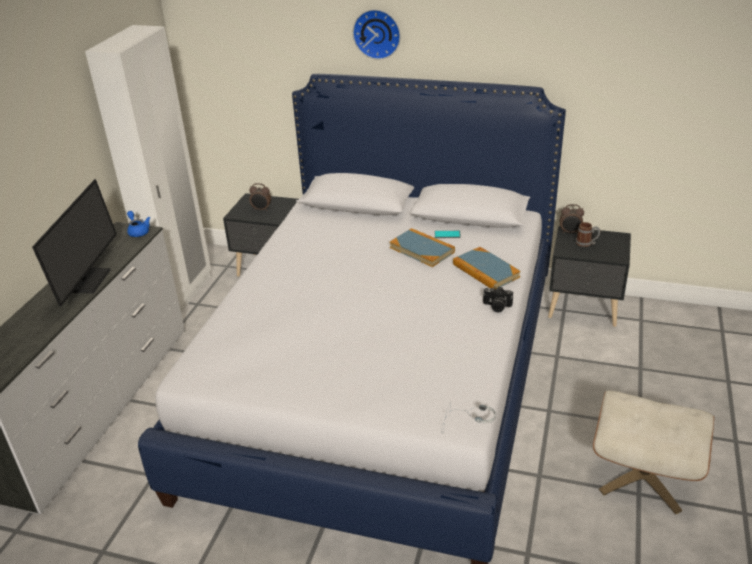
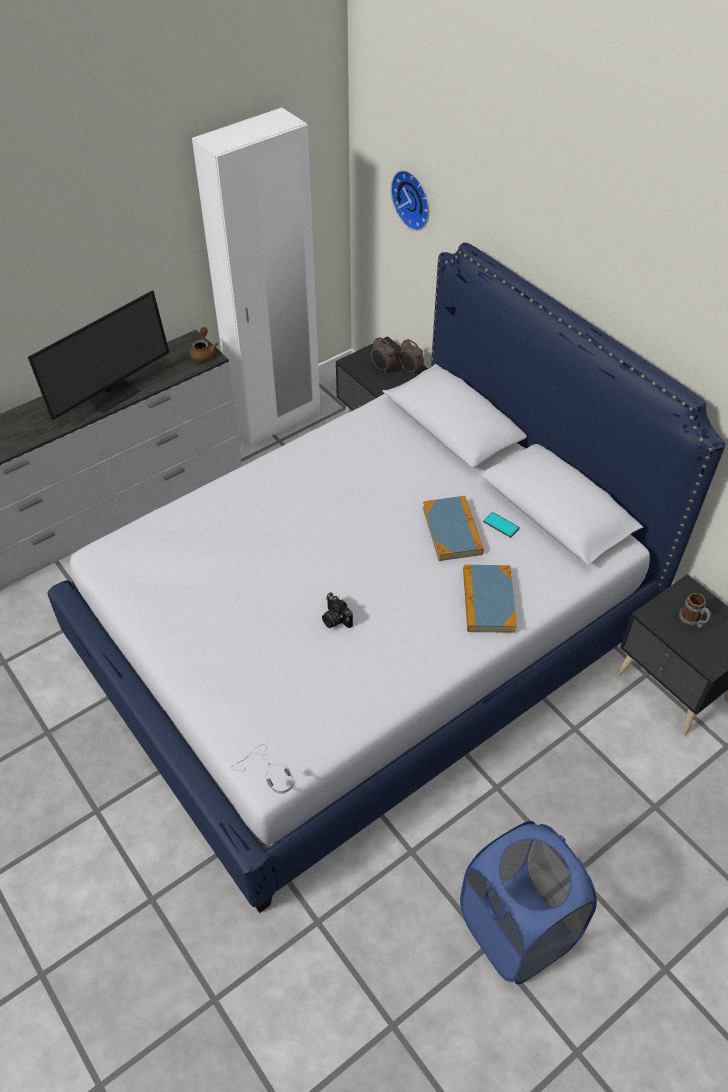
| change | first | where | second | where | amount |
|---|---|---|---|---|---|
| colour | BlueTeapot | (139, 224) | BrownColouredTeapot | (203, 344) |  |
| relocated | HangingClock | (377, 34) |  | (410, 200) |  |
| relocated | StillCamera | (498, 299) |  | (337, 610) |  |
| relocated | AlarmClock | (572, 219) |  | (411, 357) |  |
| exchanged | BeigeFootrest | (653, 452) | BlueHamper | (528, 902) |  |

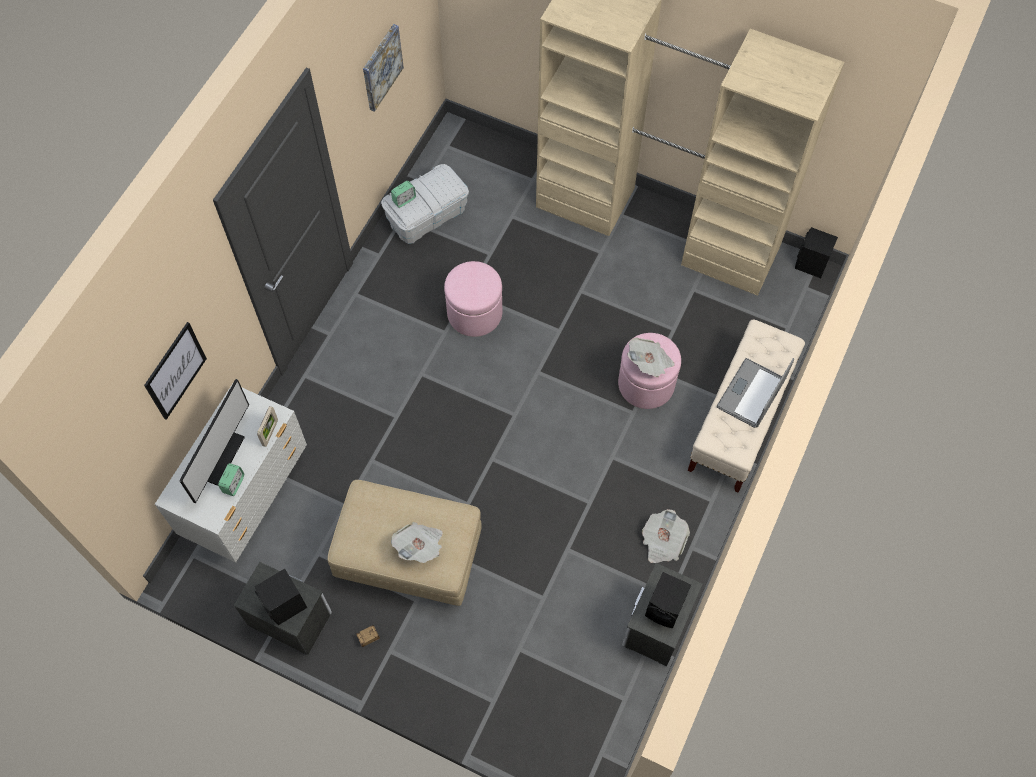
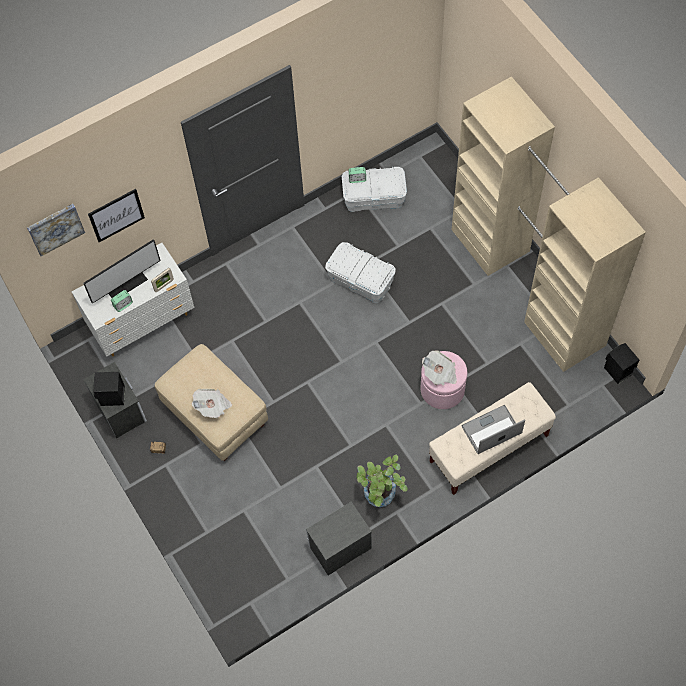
| change | first | where | second | where | amount |
|---|---|---|---|---|---|
| relocated | WallPicture | (383, 68) |  | (56, 230) |  |
| exchanged | PinkColouredFootrest | (473, 299) | WhiteColouredStorageContainer | (360, 272) |  |
| exchanged | DailyPaper | (666, 536) | PlantInAPot | (382, 481) |  |
| missing | BlackColouredAudioSpeaker | (668, 600) |  |  |  |

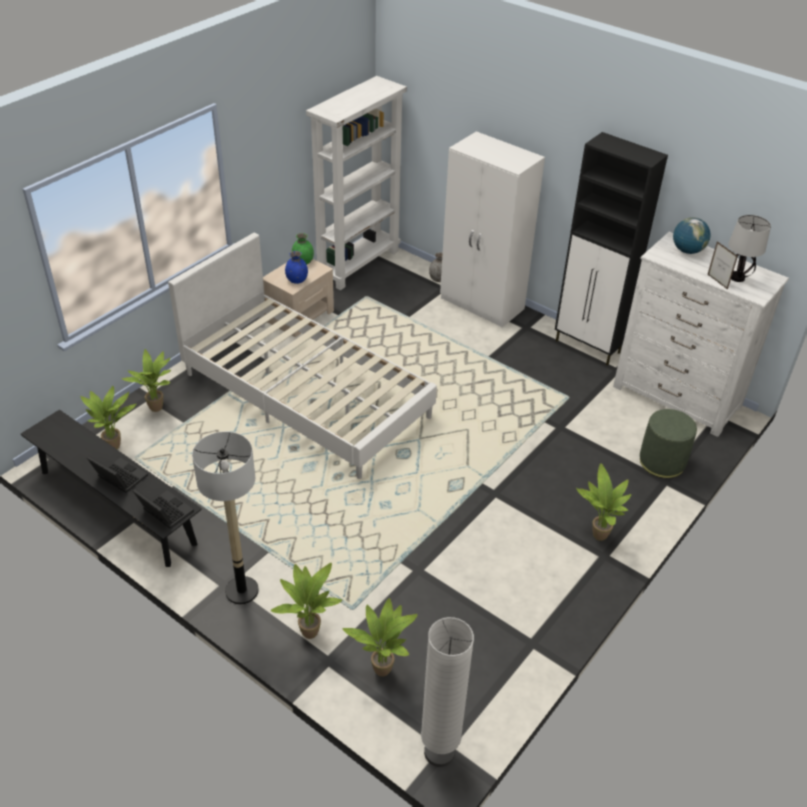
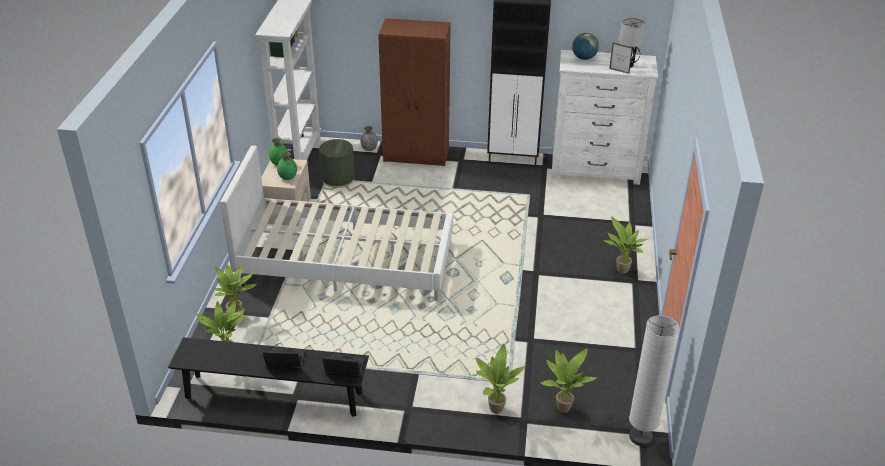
| change | first | where | second | where | amount |
|---|---|---|---|---|---|
| missing | FloorLamp | (225, 518) |  |  |  |
| colour | BlueVase | (296, 267) | GreenishVase | (287, 166) |  |
| colour | WhiteColouredWardrobe | (492, 229) | BrownColouredWardrobe | (414, 92) |  |
| relocated | GreenishFootrest | (668, 443) |  | (337, 163) |  |

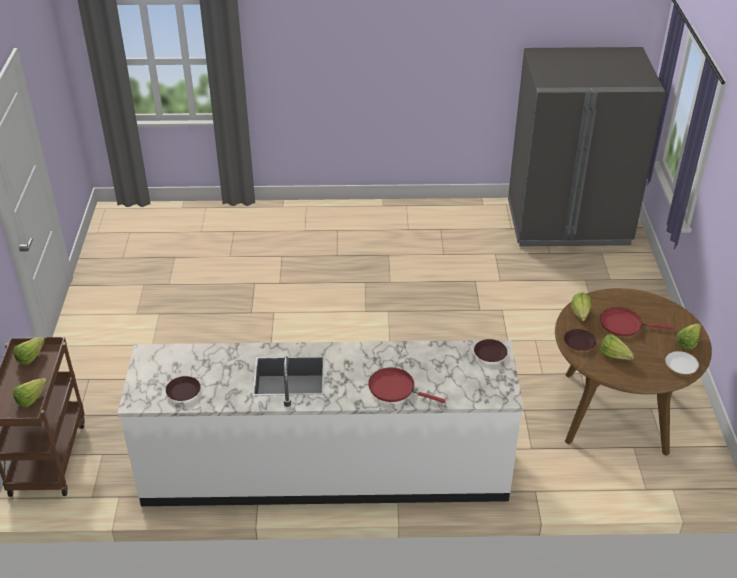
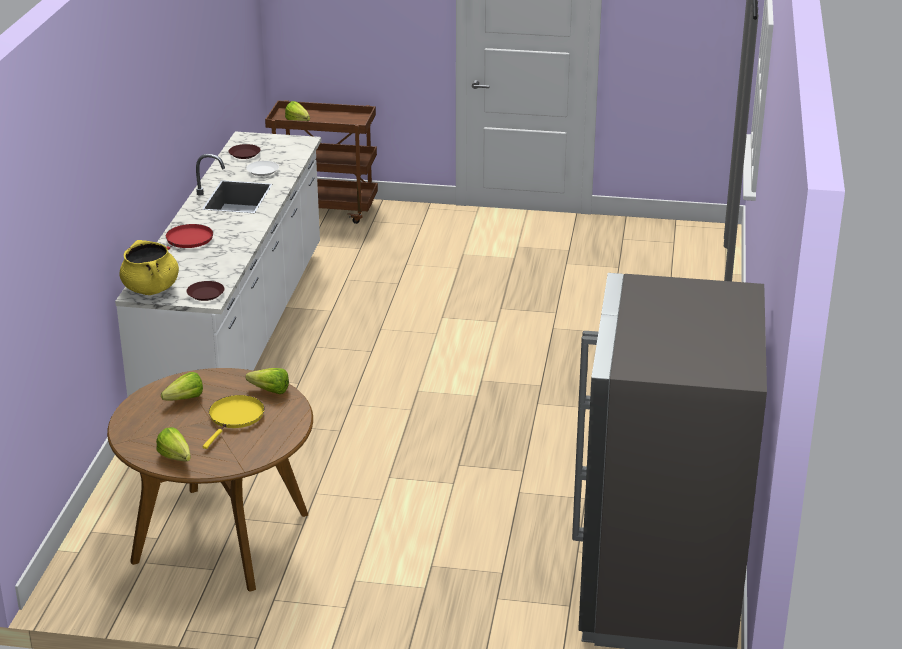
| change | first | where | second | where | amount |
|---|---|---|---|---|---|
| missing | HeadOfLettuce | (29, 351) |  |  |  |
| missing | BrownColouredPlate | (580, 340) |  |  |  |
| colour | ReddishPan | (637, 321) | YellowPan | (233, 422) |  |
| relocated | WhiteColouredPlate | (682, 362) |  | (262, 168) |  |
| appeared |  |  | YellowStockpot | (149, 267) |  |

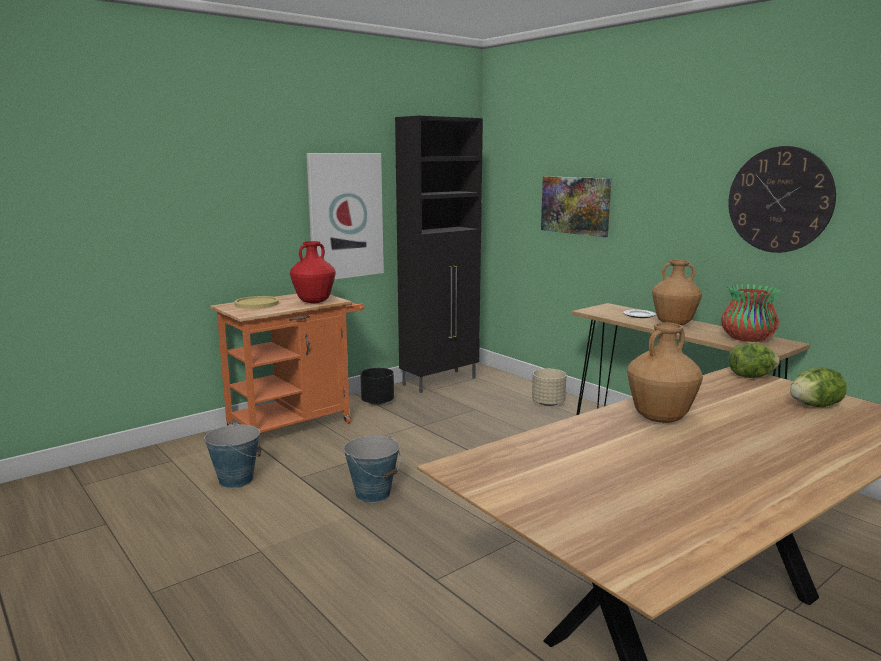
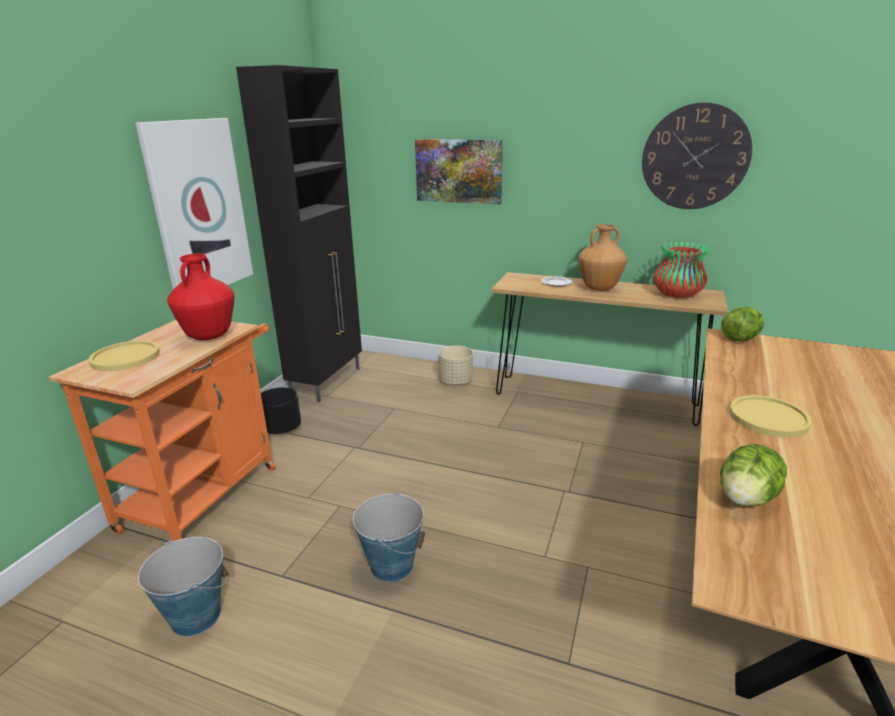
| change | first | where | second | where | amount |
|---|---|---|---|---|---|
| exchanged | BrownColouredVase | (665, 372) | YellowPlate | (770, 416) |  |
| relocated | HeadOfLettuce | (818, 387) |  | (753, 475) |  |

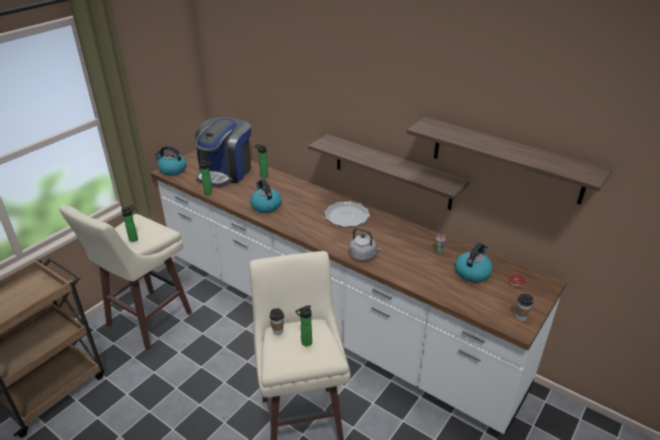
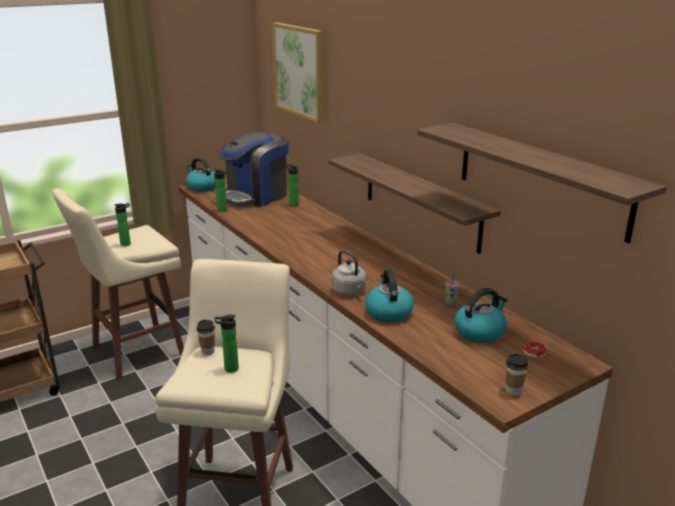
| change | first | where | second | where | amount |
|---|---|---|---|---|---|
| relocated | WaterKettle | (265, 196) |  | (389, 295) |  |
| missing | Plate | (347, 214) |  |  |  |
| appeared |  |  | WallPicture | (298, 72) |  |

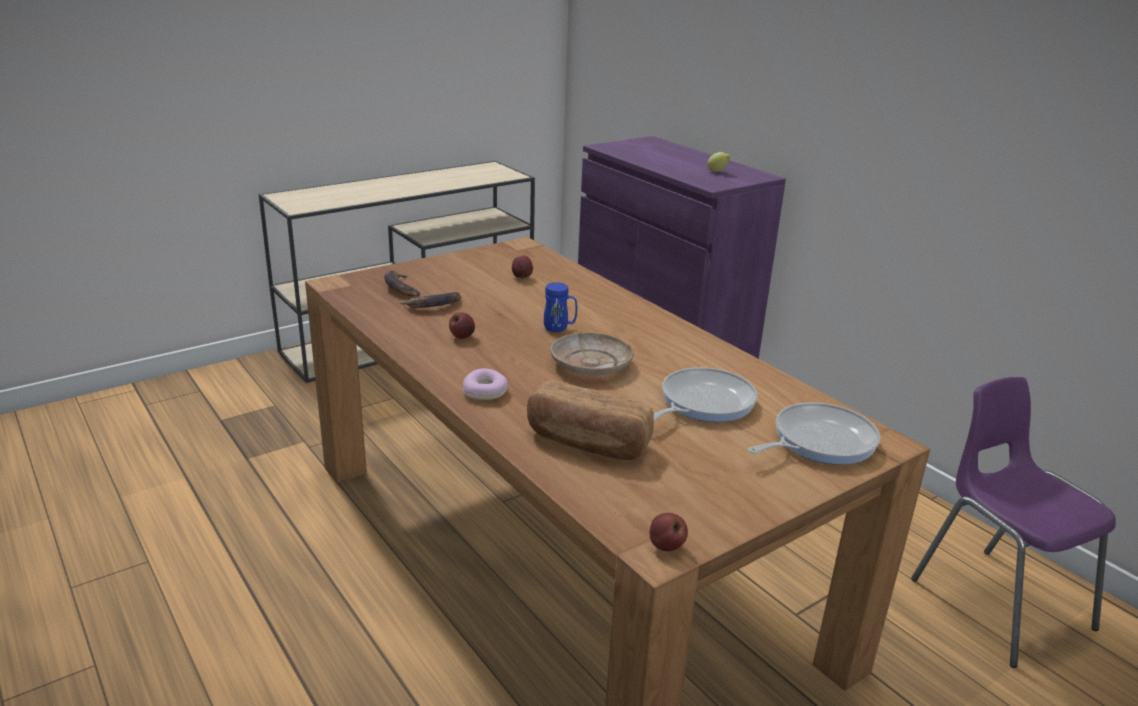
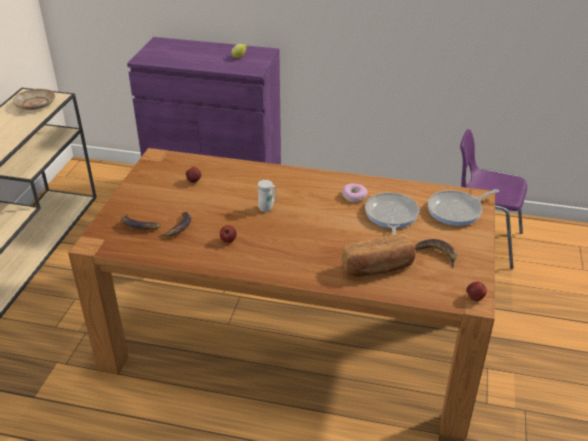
| change | first | where | second | where | amount |
|---|---|---|---|---|---|
| relocated | Doughnut | (485, 384) |  | (355, 193) |  |
| colour | BlueCoffeeMug | (560, 307) | WhiteColouredCoffeeMug | (267, 196) |  |
| relocated | BeigePlate | (592, 354) |  | (34, 99) |  |
| spun | Pan | (814, 433) |  | (463, 207) | 135 degrees counterclockwise |
| appeared |  |  | WholeBanana | (436, 253) |  |

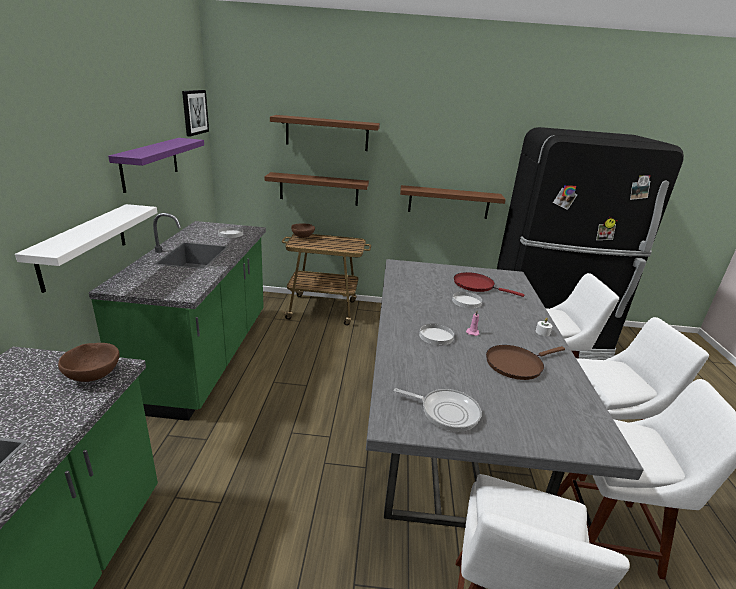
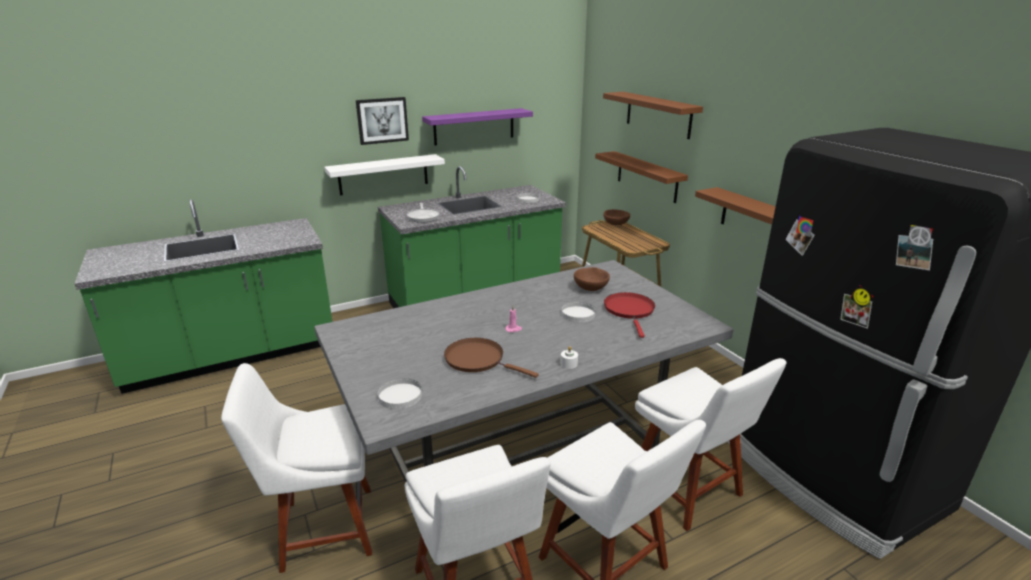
| change | first | where | second | where | amount |
|---|---|---|---|---|---|
| relocated | BrownColouredServingBowl | (89, 362) |  | (592, 279) |  |
| relocated | WallPicture | (195, 113) |  | (382, 121) |  |
| relocated | Pan | (438, 410) |  | (423, 213) |  |
| relocated | WhiteColouredPlate | (436, 334) |  | (400, 393) |  |

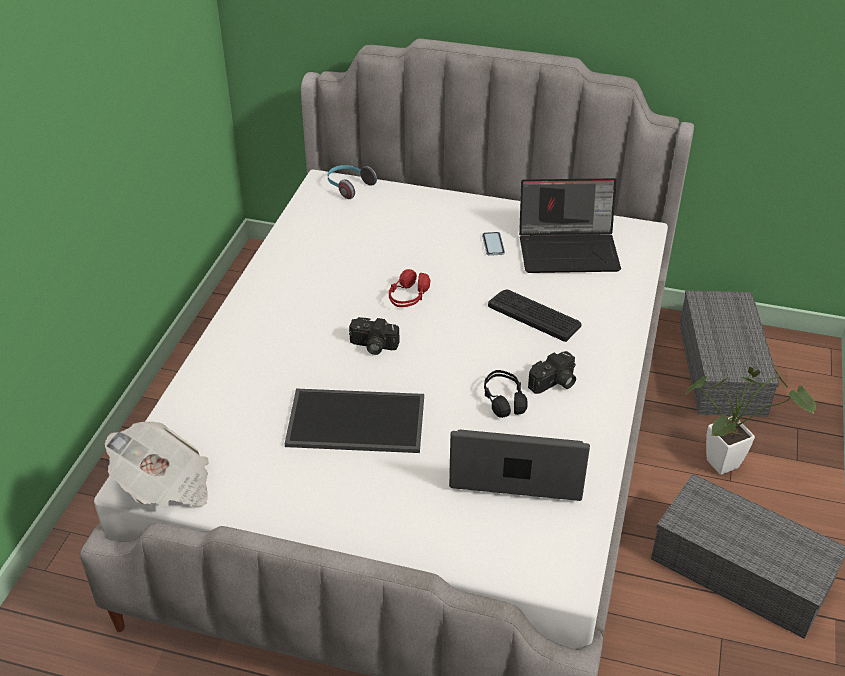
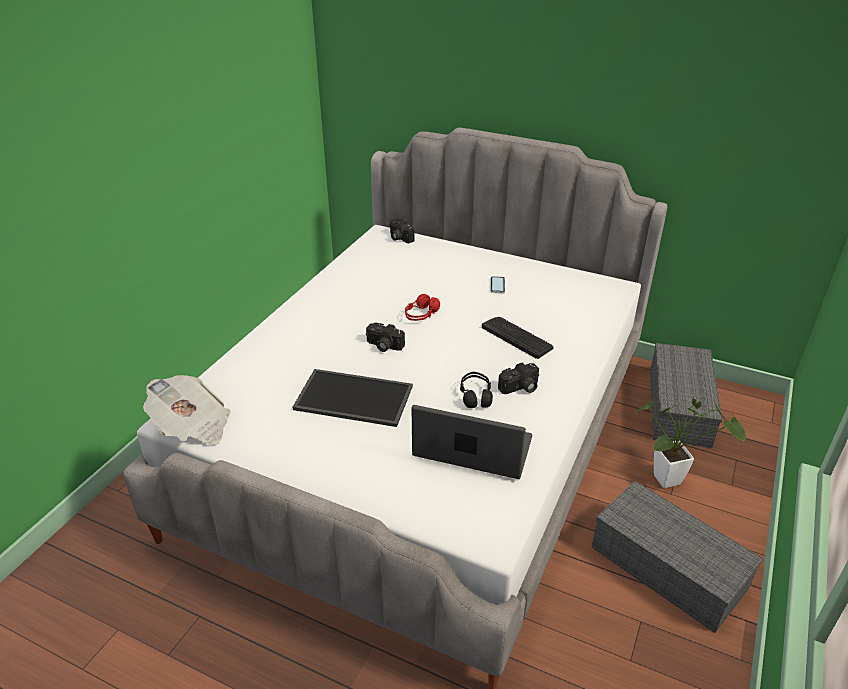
| change | first | where | second | where | amount |
|---|---|---|---|---|---|
| exchanged | PairOfHeadphones | (352, 182) | StillCamera | (402, 231) |  |
| missing | NotebookComputer | (570, 225) |  |  |  |

